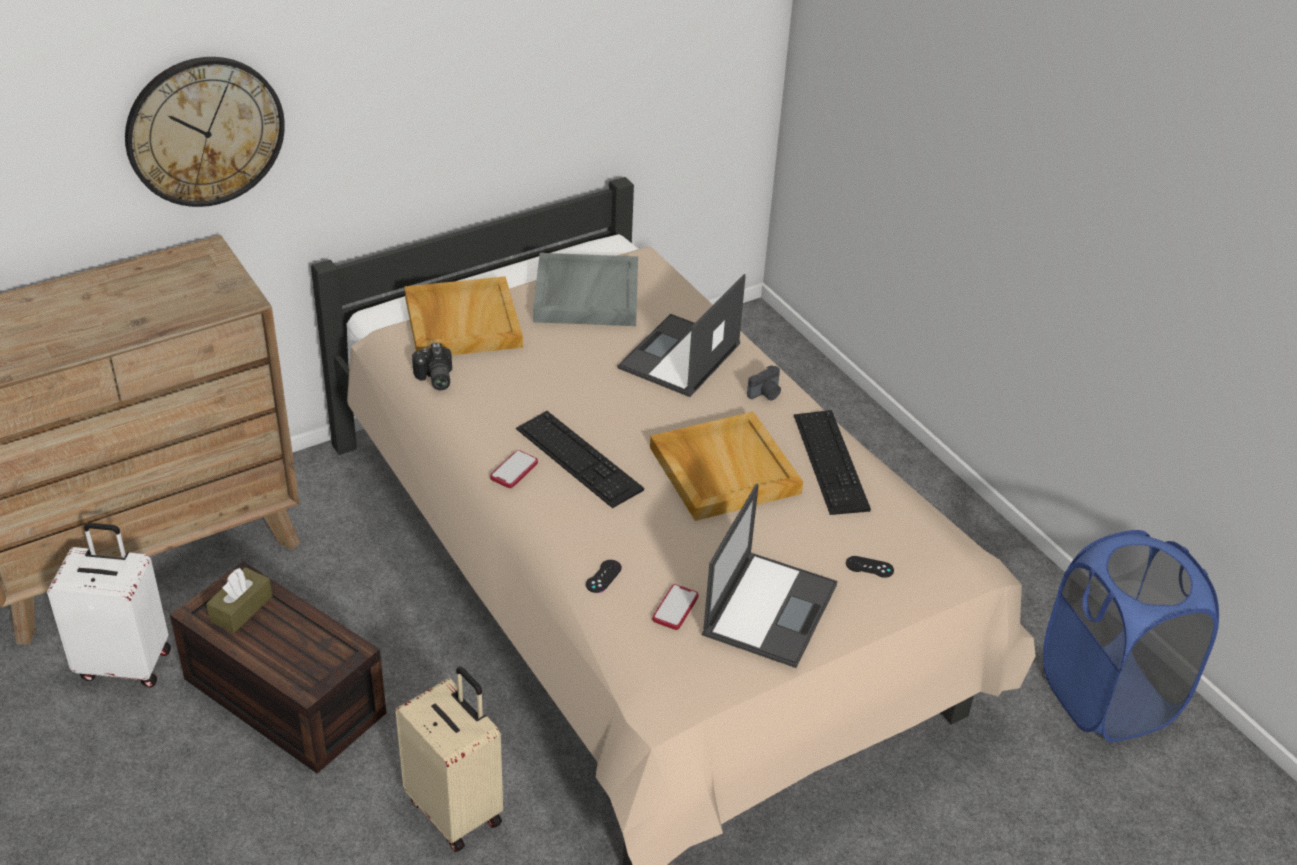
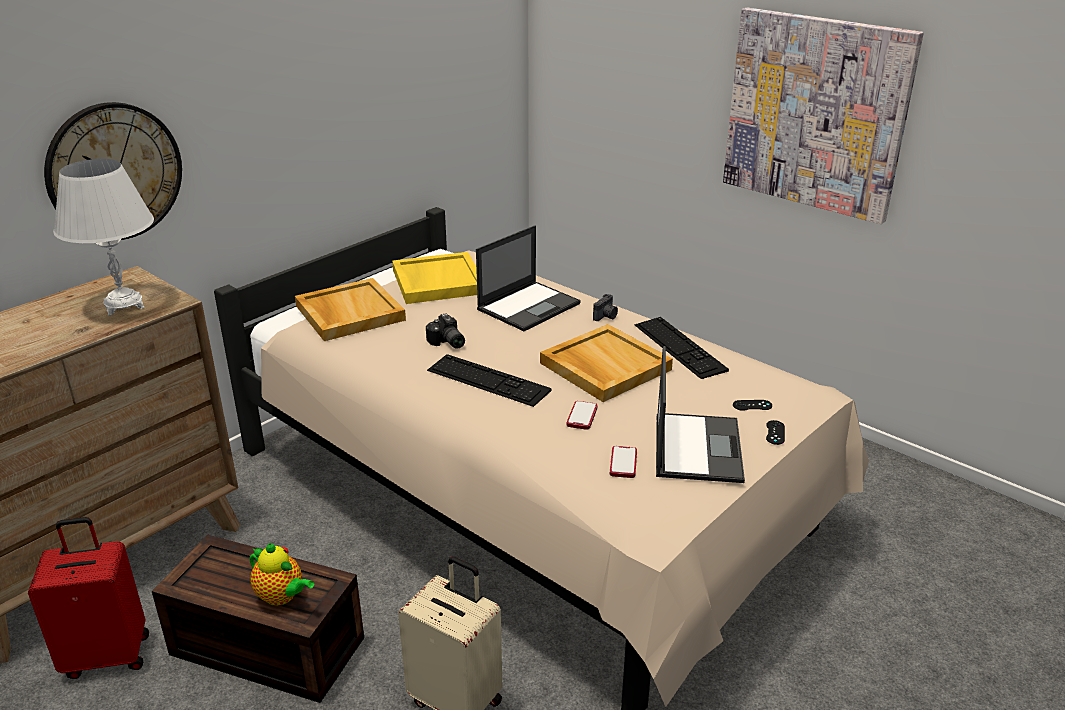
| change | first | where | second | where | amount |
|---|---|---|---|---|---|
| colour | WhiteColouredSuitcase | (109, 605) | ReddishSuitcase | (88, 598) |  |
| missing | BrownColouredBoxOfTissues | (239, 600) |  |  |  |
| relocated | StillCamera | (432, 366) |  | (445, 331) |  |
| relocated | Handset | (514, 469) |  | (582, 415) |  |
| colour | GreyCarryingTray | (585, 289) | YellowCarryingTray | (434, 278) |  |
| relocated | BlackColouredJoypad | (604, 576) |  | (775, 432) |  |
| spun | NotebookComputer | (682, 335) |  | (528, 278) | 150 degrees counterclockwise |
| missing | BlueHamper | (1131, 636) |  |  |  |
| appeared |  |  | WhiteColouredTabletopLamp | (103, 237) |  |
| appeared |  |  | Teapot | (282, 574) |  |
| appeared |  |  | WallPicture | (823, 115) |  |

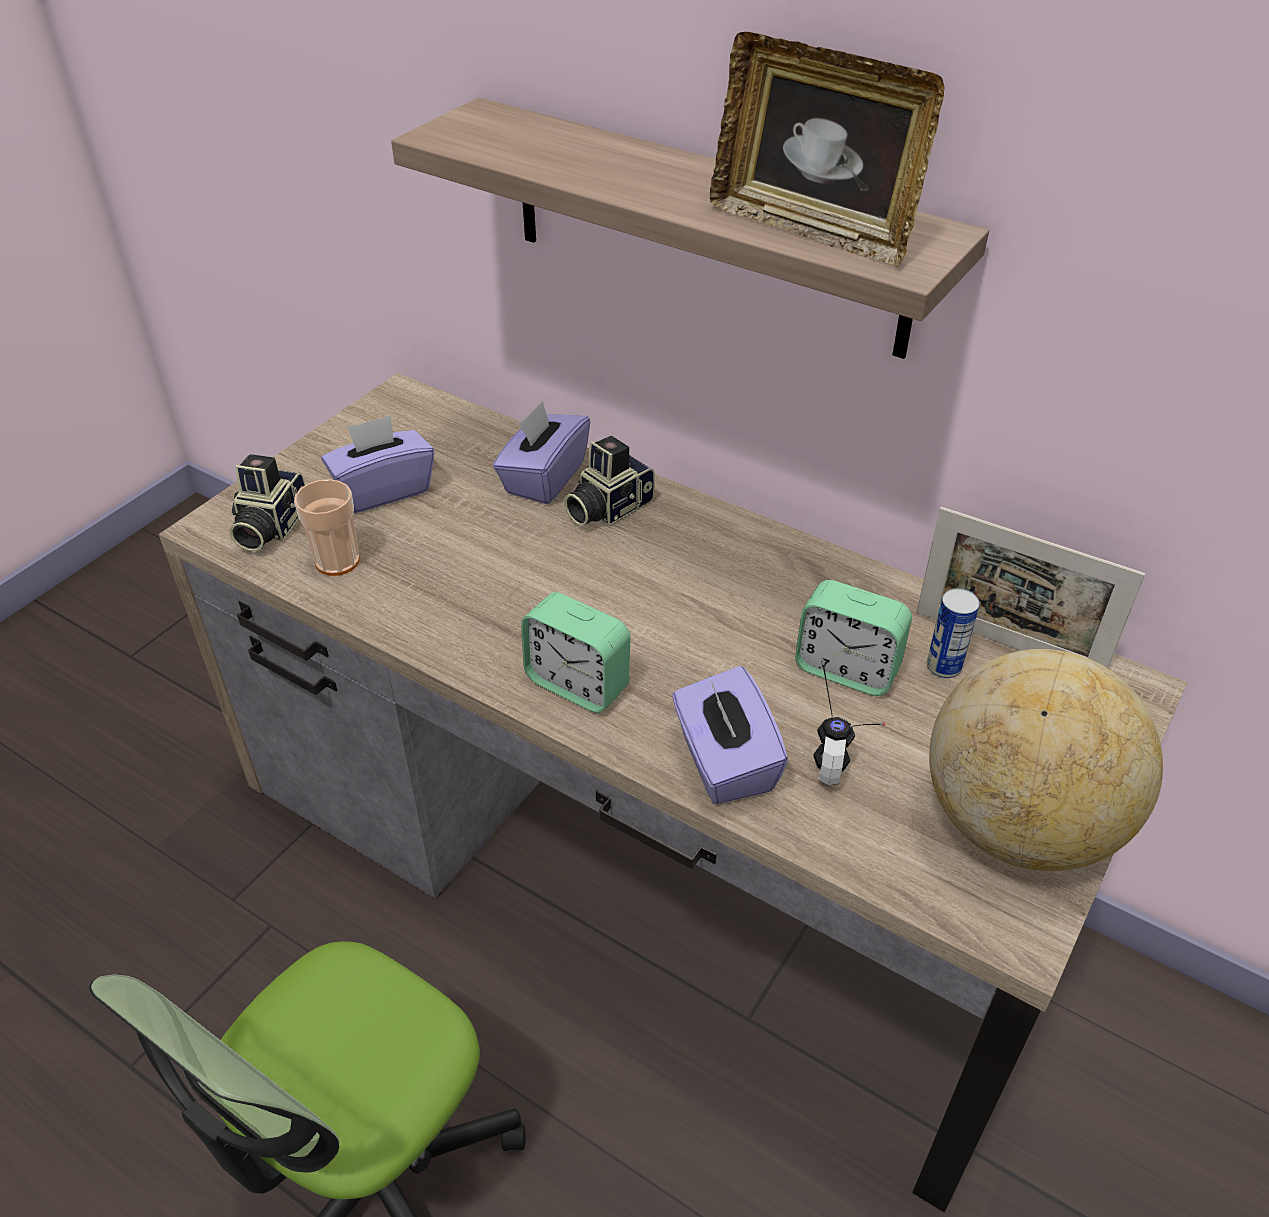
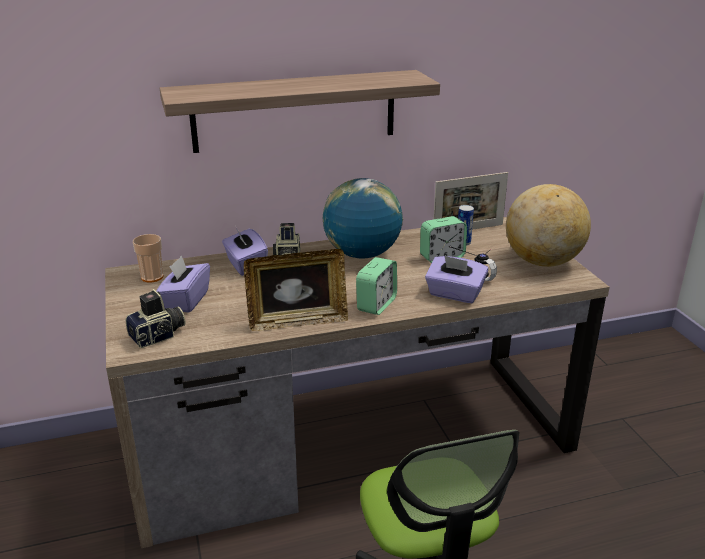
| change | first | where | second | where | amount |
|---|---|---|---|---|---|
| spun | StillCamera | (267, 503) |  | (155, 318) | 90 degrees counterclockwise |
| relocated | SmallCup | (327, 527) |  | (148, 258) |  |
| spun | AlarmClock | (575, 652) |  | (376, 286) | 45 degrees counterclockwise |
| relocated | PictureFrame | (827, 149) |  | (296, 290) |  |
| appeared |  |  | DeskGlobe | (363, 218) |  |

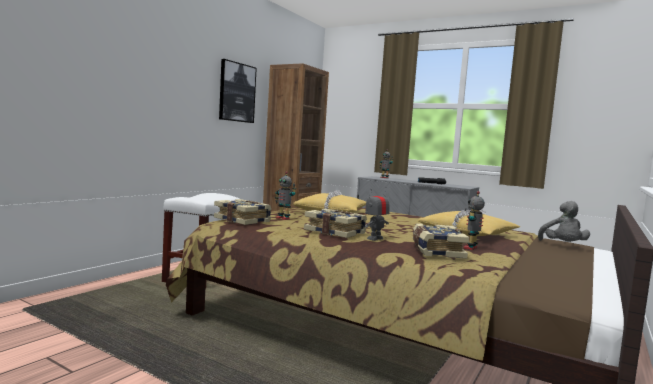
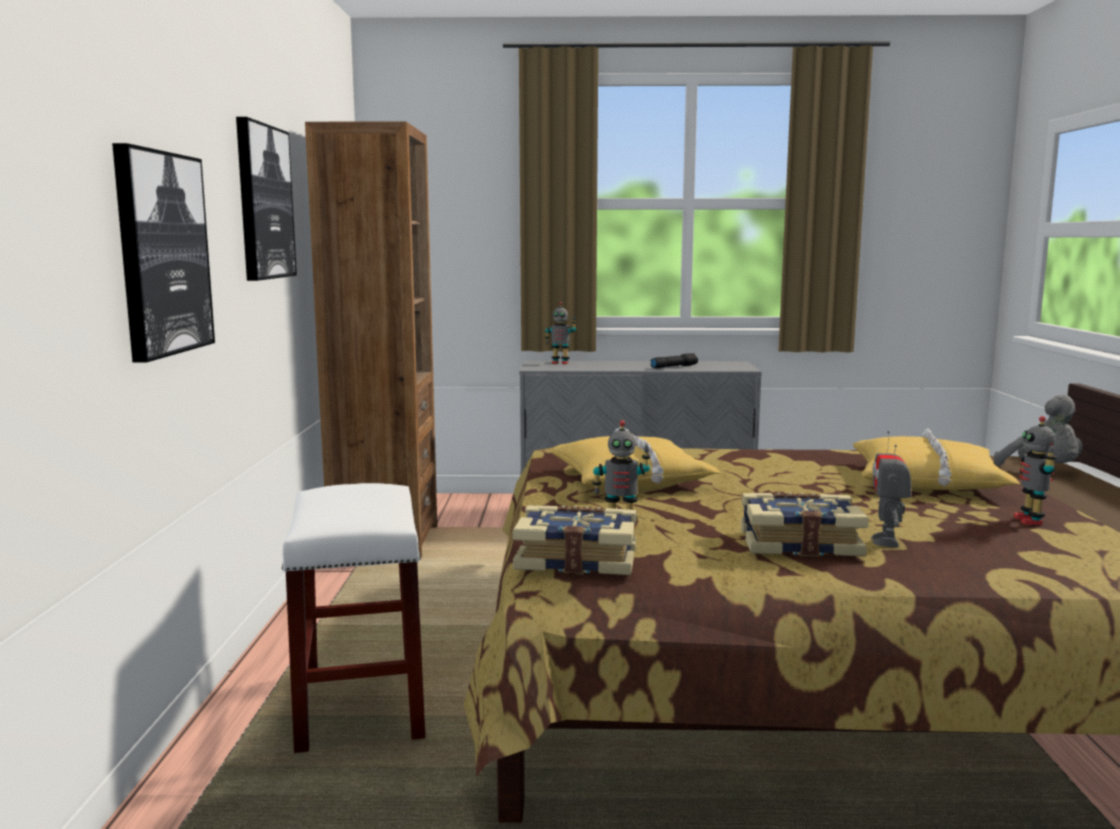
| change | first | where | second | where | amount |
|---|---|---|---|---|---|
| missing | Volume | (440, 241) |  |  |  |
| appeared |  |  | WallPicture | (163, 253) |  |

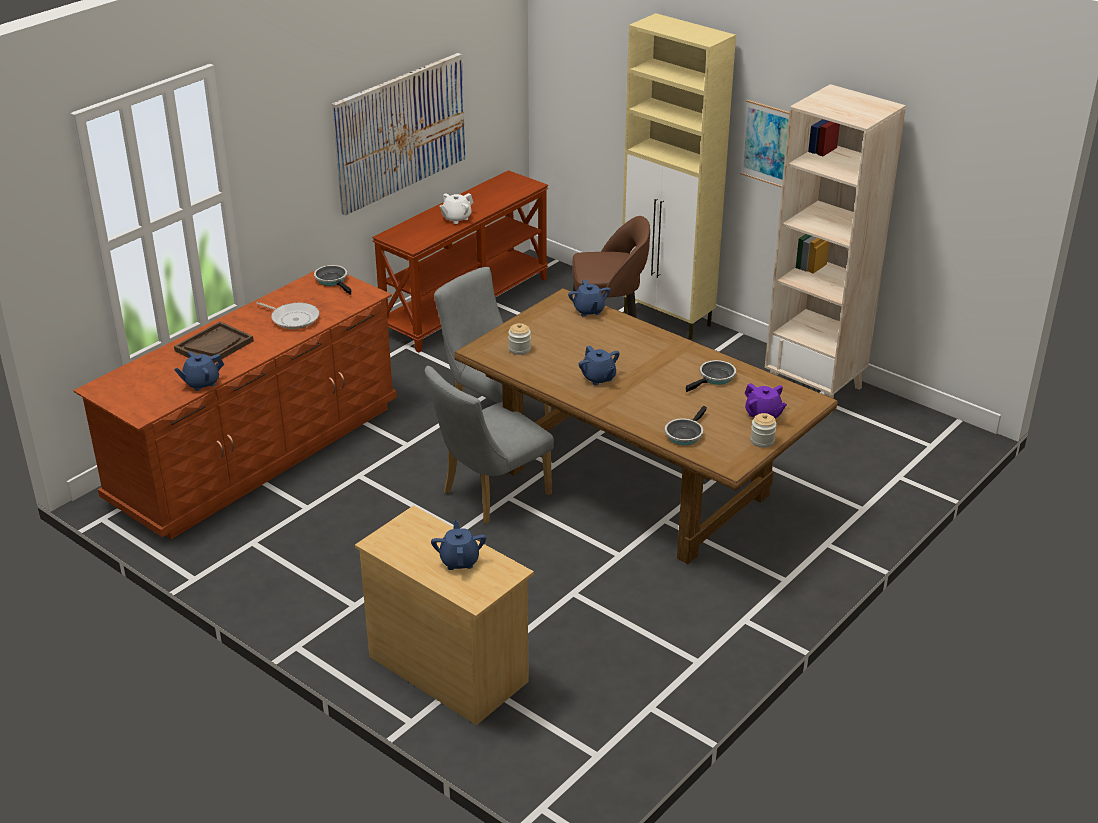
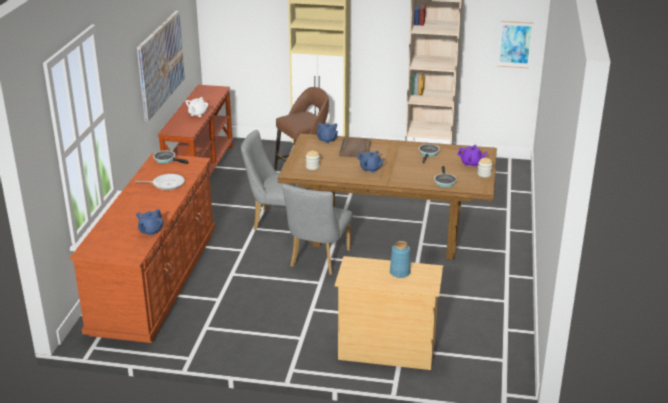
| change | first | where | second | where | amount |
|---|---|---|---|---|---|
| relocated | BrownColouredCarryingTray | (214, 342) |  | (355, 147) |  |
| exchanged | BlueTeapot | (458, 545) | BlueVase | (400, 259) |  |
| relocated | WallPicture | (764, 144) |  | (516, 44) |  |

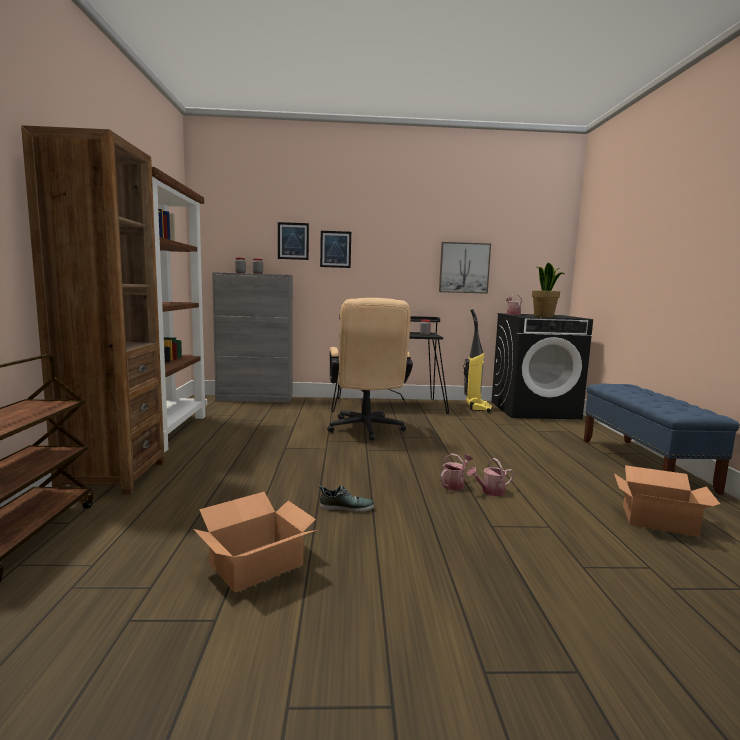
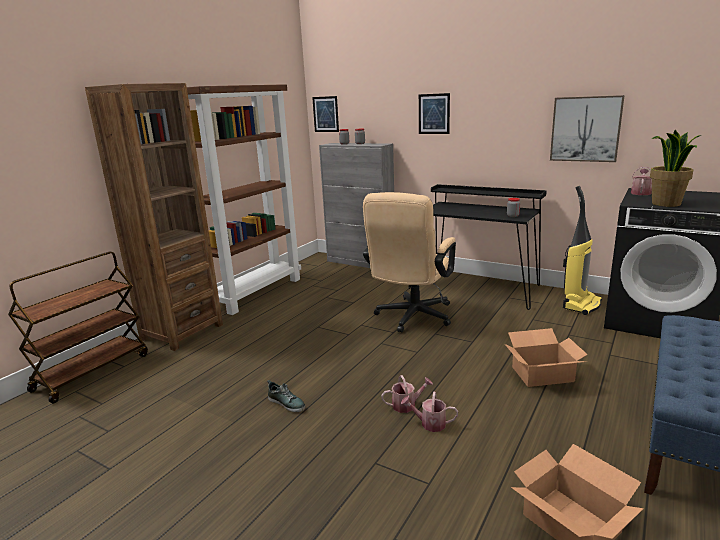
| change | first | where | second | where | amount |
|---|---|---|---|---|---|
| relocated | PackingBox | (254, 542) |  | (546, 357) |  |
| relocated | WallPicture | (293, 241) |  | (325, 114) |  |

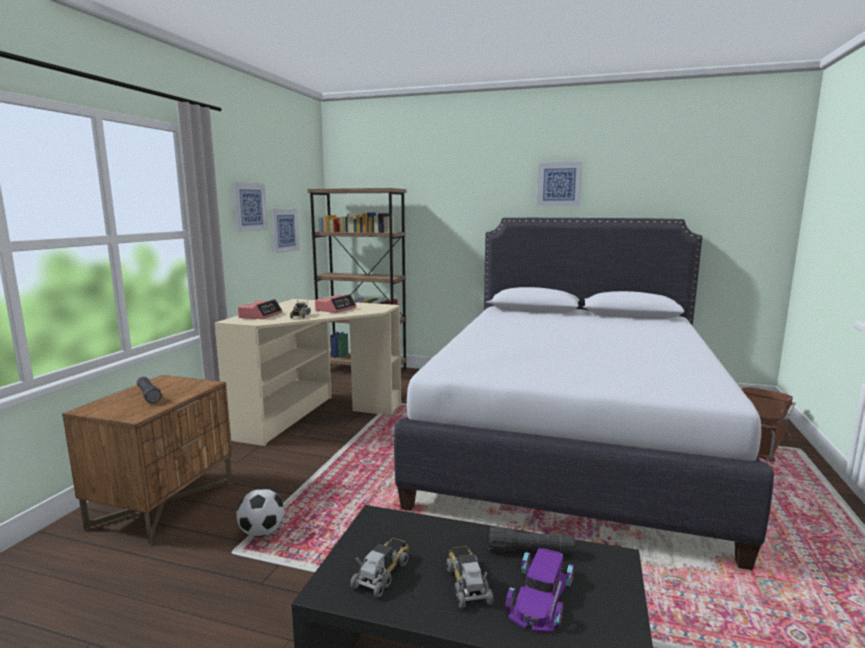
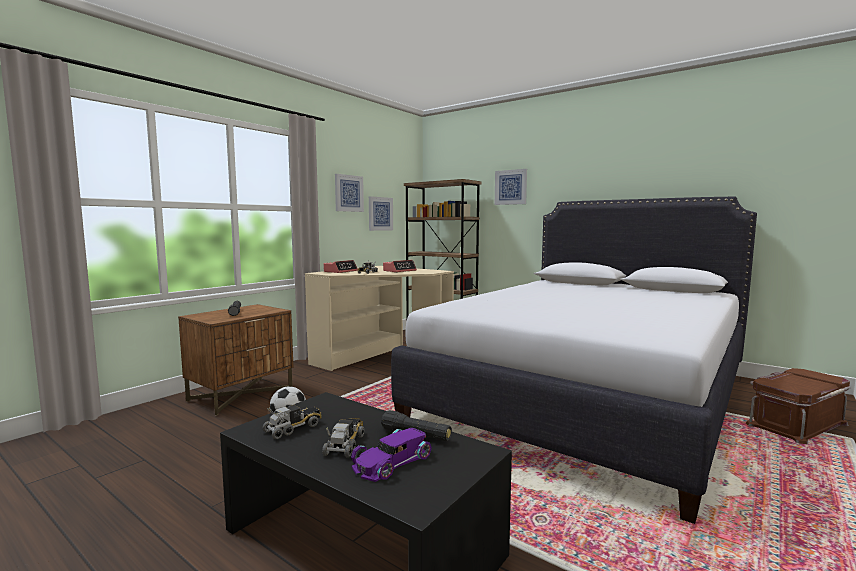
| change | first | where | second | where | amount |
|---|---|---|---|---|---|
| relocated | WallPicture | (559, 184) |  | (511, 187) |  |

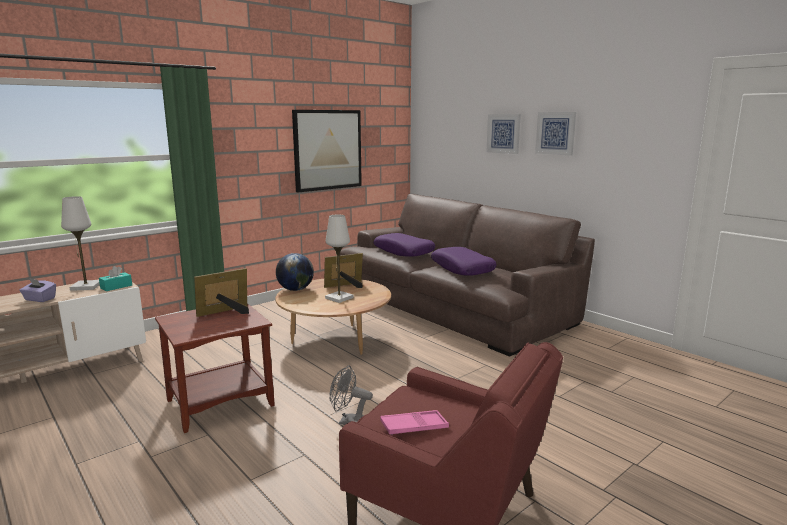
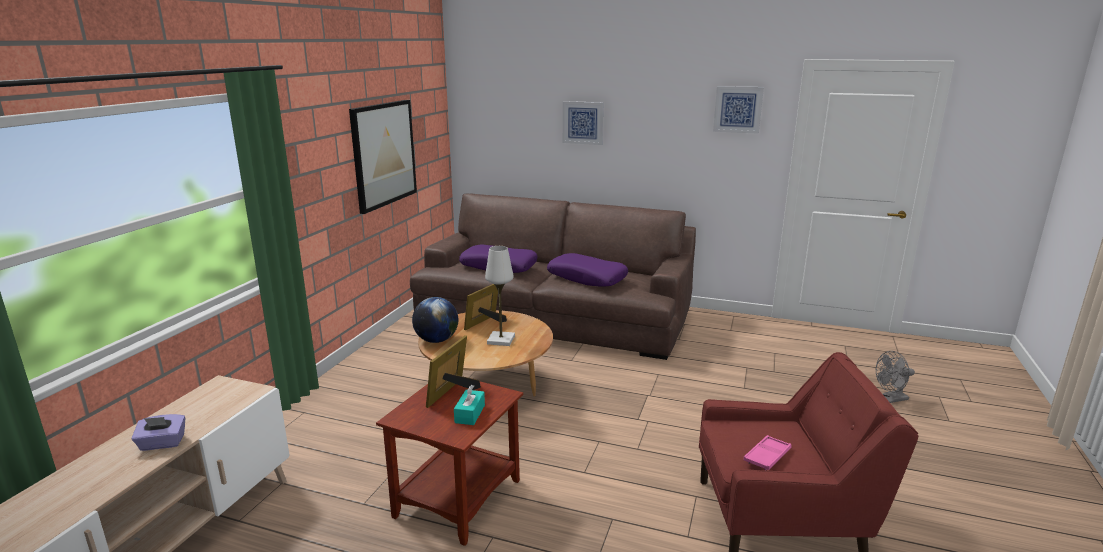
| change | first | where | second | where | amount |
|---|---|---|---|---|---|
| missing | WhiteColouredTabletopLamp | (80, 243) |  |  |  |
| relocated | BlueGreenBoxOfTissues | (115, 278) |  | (469, 405) |  |
| relocated | GreyCoolingFan | (351, 395) |  | (895, 377) |  |
| relocated | WallPicture | (555, 133) |  | (738, 110) |  |

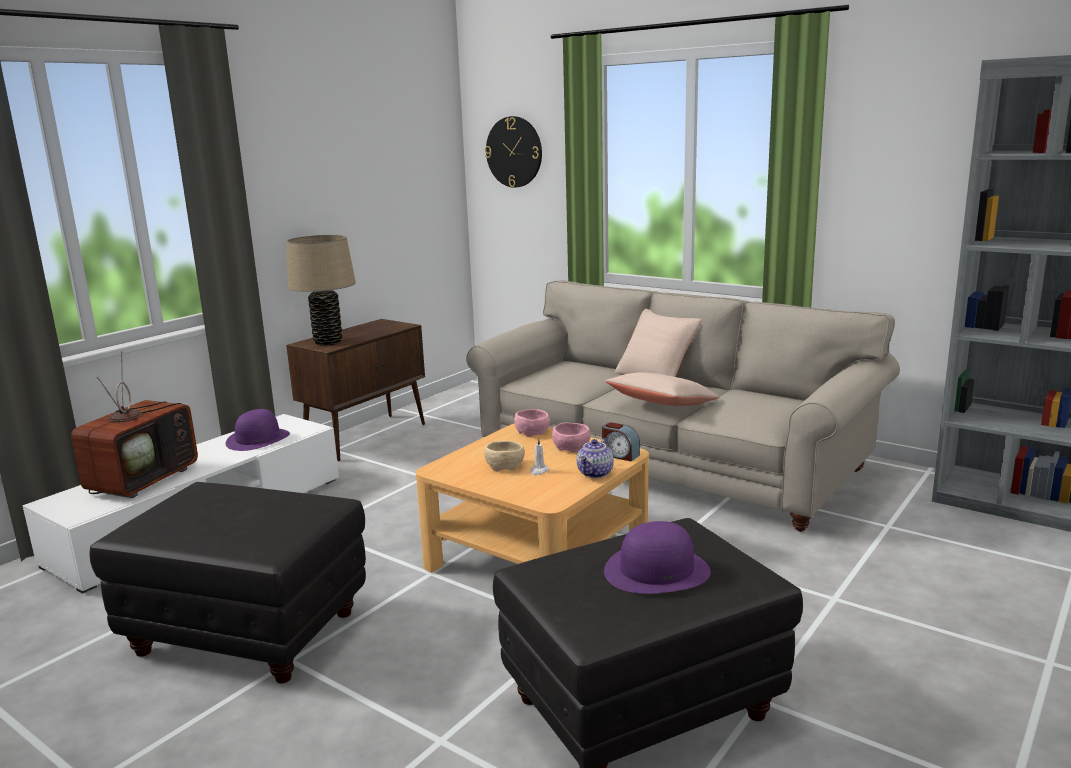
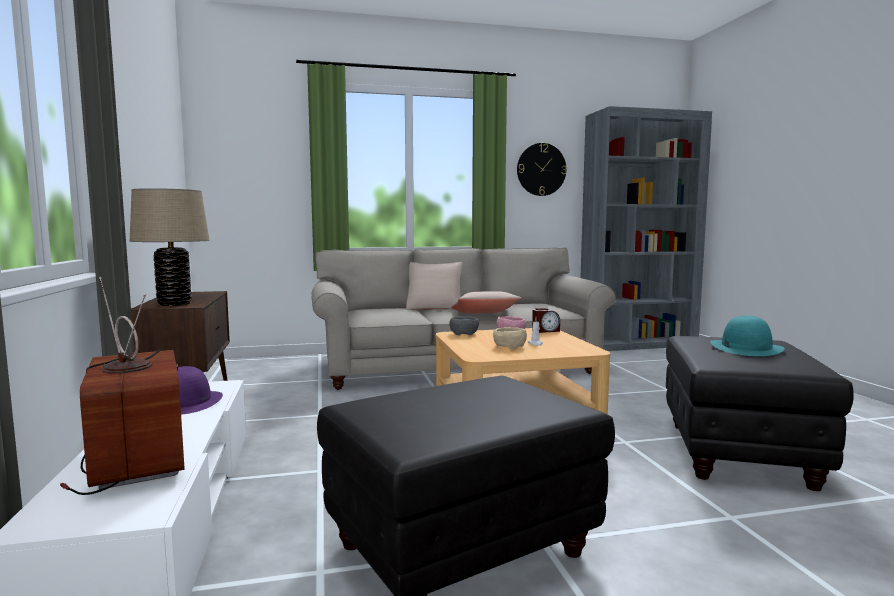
| change | first | where | second | where | amount |
|---|---|---|---|---|---|
| relocated | HangingClock | (513, 152) |  | (542, 169) |  |
| colour | PinkColouredServingBowl | (532, 423) | GreyServingBowl | (464, 326) |  |
| missing | Teapot | (595, 458) |  |  |  |
| colour | PurpleWearableHat | (657, 557) | BlueGreenWearableHat | (748, 336) |  |

